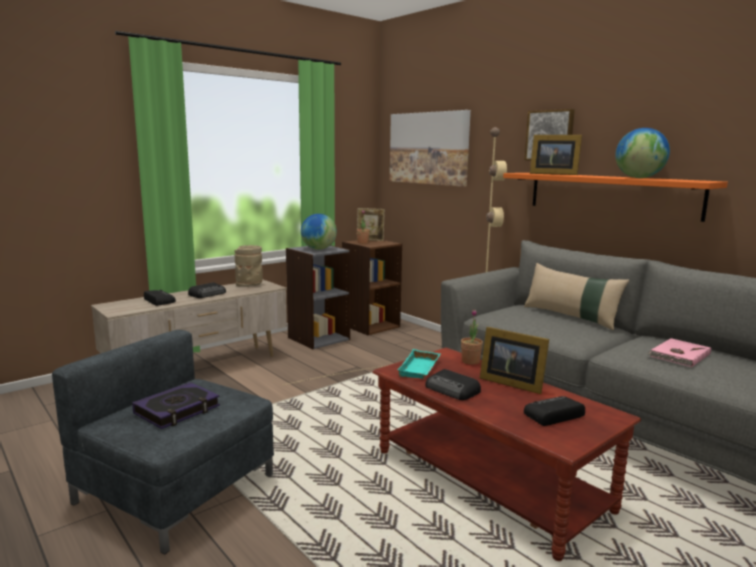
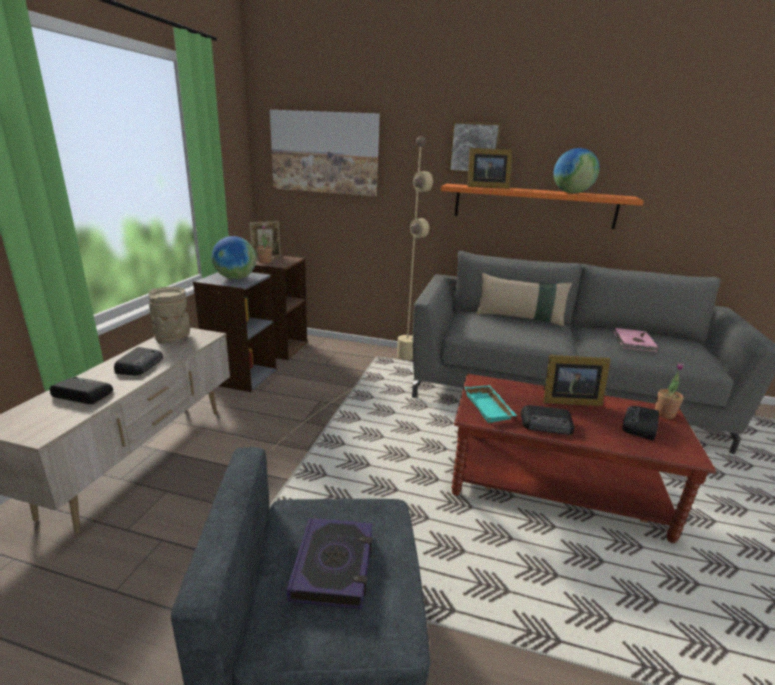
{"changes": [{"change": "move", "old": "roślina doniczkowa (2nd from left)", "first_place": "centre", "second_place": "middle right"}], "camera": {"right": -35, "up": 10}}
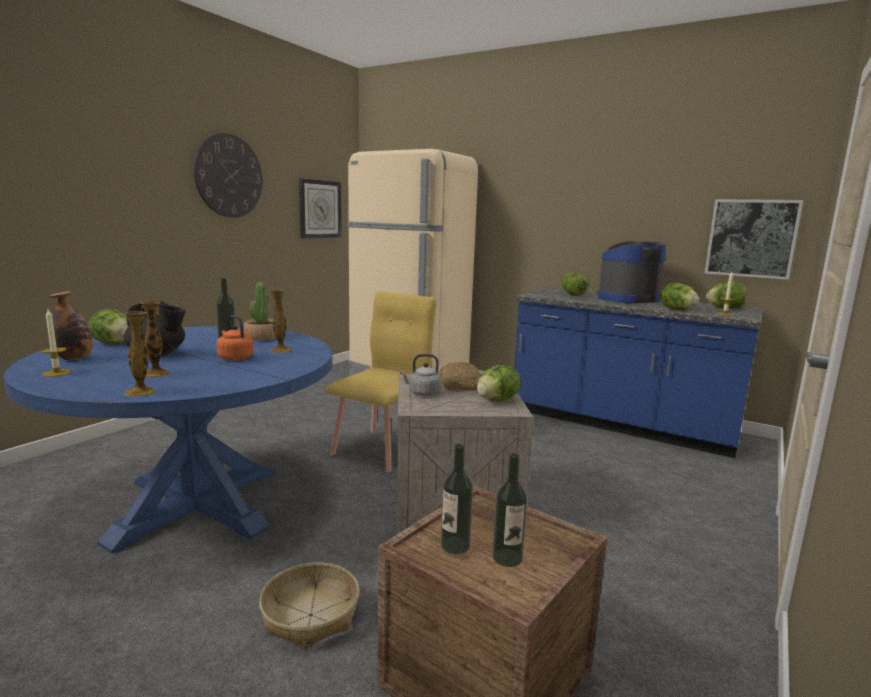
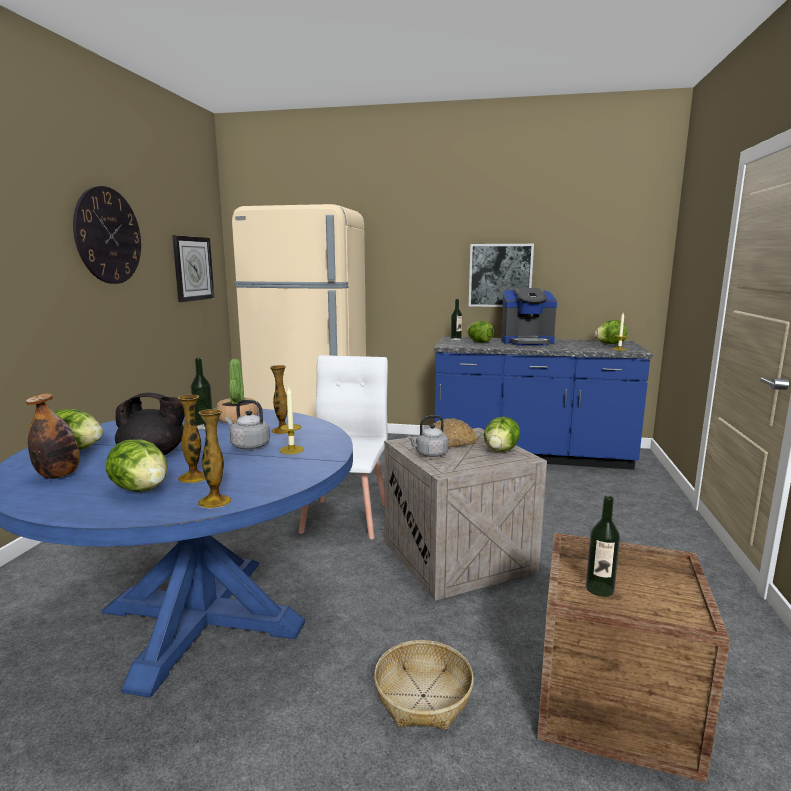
{"changes": [{"change": "move", "old": "świeca (1st from left)", "first_place": "middle left", "second_place": "centre"}, {"change": "move", "old": "butelka (4th from left in the first image)", "new": "butelka (3rd from left)", "first_place": "bottom centre", "second_place": "centre"}, {"change": "move", "old": "sałata (4th from left in the first image)", "new": "sałata (2nd from left)", "first_place": "middle right", "second_place": "middle left"}, {"change": "move", "old": "obraz", "first_place": "middle right", "second_place": "centre"}, {"change": "recolor", "old": "czajnik [pomarańczowy]", "new": "czajnik [szary] (1st from left)", "first_place": "middle left", "second_place": "middle left"}, {"change": "recolor", "old": "krzesło [żółty]", "new": "krzesło [biały]", "first_place": "centre", "second_place": "centre"}, {"change": "rotate", "old": "ekspres do kawy", "first_place": "middle right", "second_place": "middle right", "degrees": -135}], "camera": {"right": -20, "up": 0}}
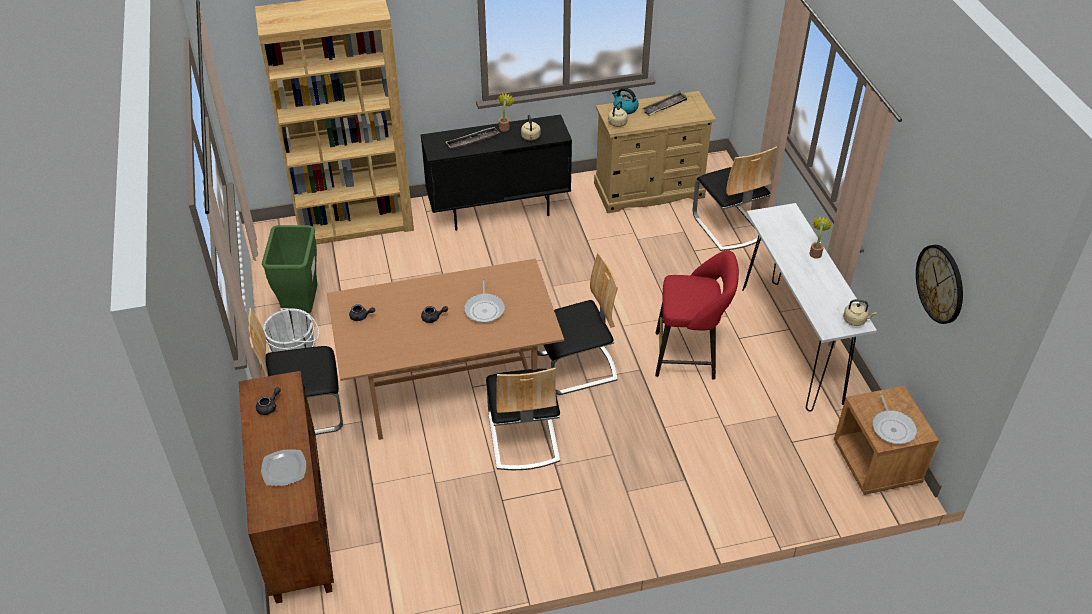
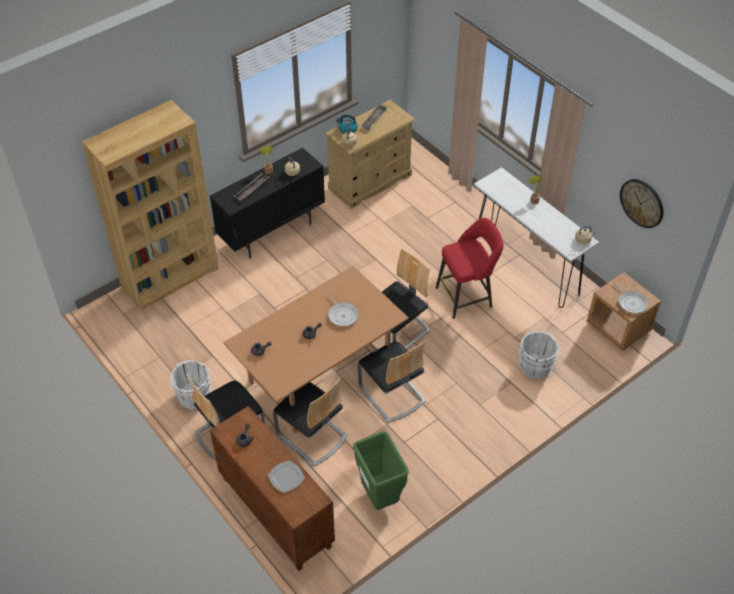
{"changes": [{"change": "insert", "new": "wiadro [biały] (2nd from left)", "second_place": "middle right"}, {"change": "move", "old": "kosz na śmieci [zielony]", "first_place": "middle left", "second_place": "bottom centre"}, {"change": "move", "old": "krzesło (4th from left in the first image)", "new": "krzesło (2nd from left)", "first_place": "top right", "second_place": "bottom centre"}], "camera": {"right": -25, "up": 5}}
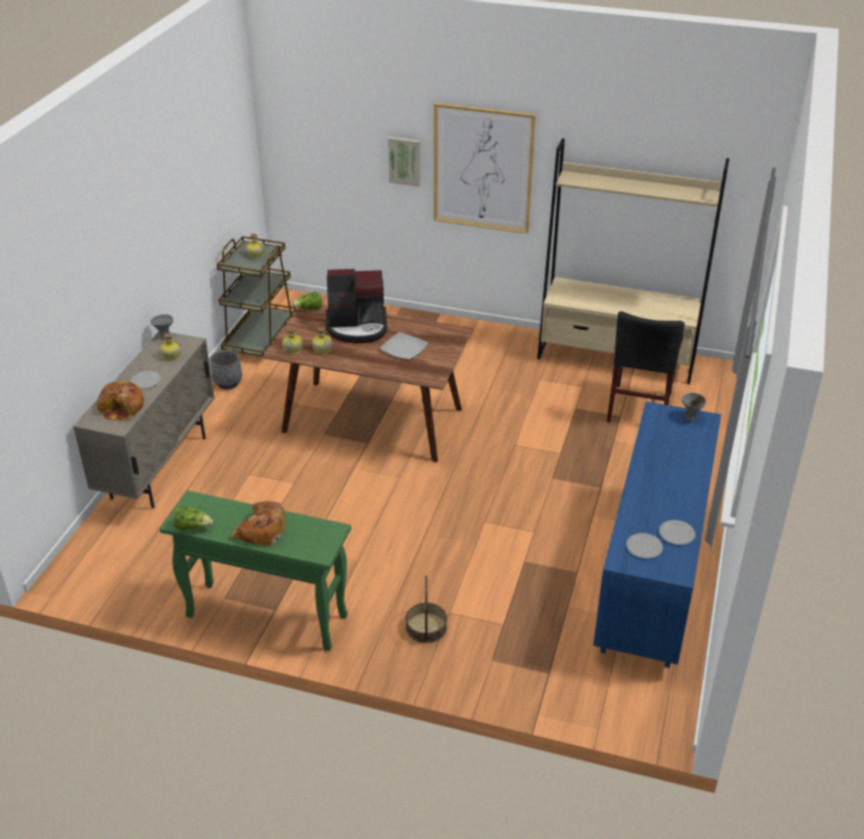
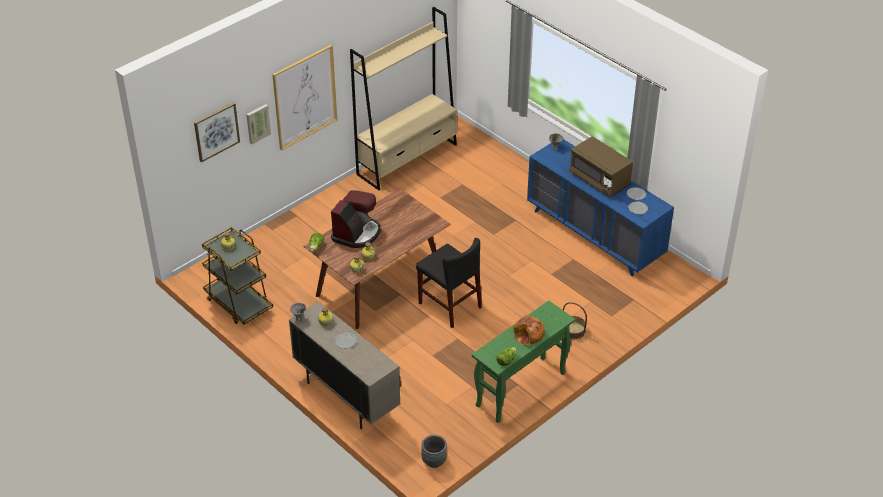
{"changes": [{"change": "delete", "old": "chleb (1st from left)", "first_place": "middle left"}, {"change": "delete", "old": "talerz (2nd from left)", "first_place": "centre"}, {"change": "insert", "new": "obraz (1st from left)", "second_place": "top left"}, {"change": "insert", "new": "mikrofalówka [brązowy]", "second_place": "middle right"}, {"change": "move", "old": "donica [szary]", "first_place": "middle left", "second_place": "bottom centre"}, {"change": "move", "old": "krzesło [czarny]", "first_place": "middle right", "second_place": "centre"}], "camera": {"right": -60, "up": 5}}
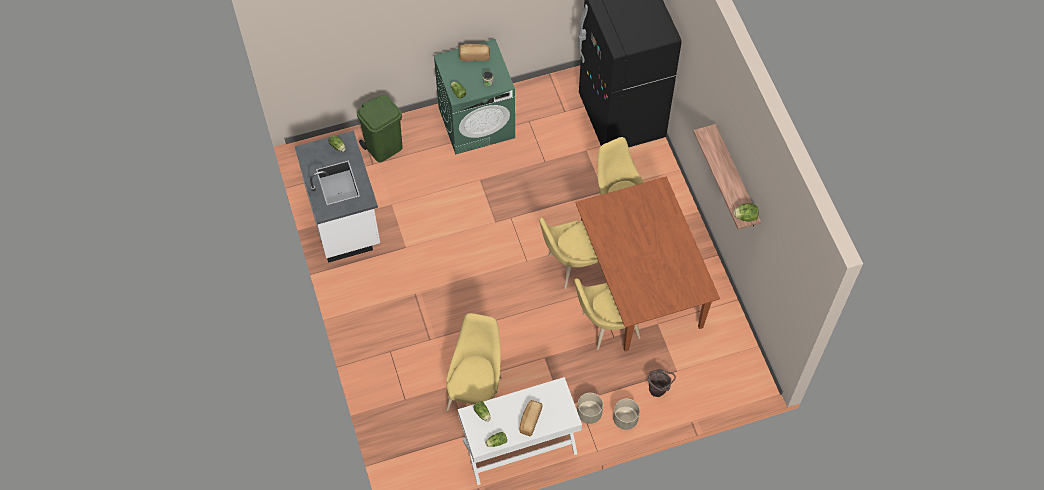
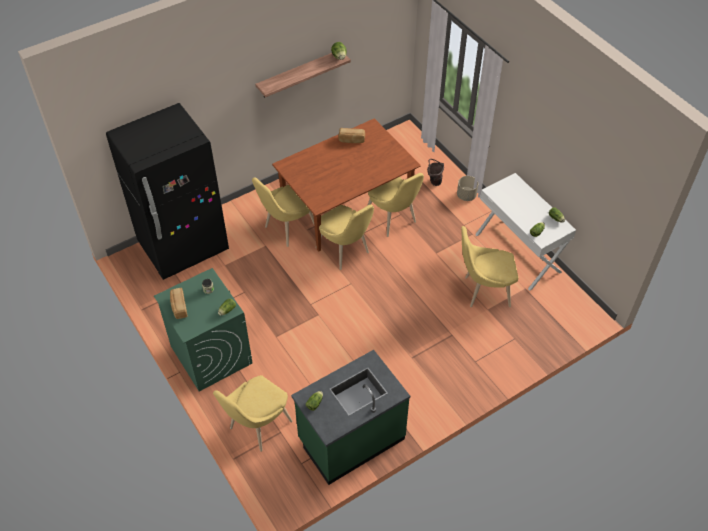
{"changes": [{"change": "delete", "old": "donica [beżowy] (1st from left)", "first_place": "bottom centre"}, {"change": "move", "old": "chleb (2nd from left)", "first_place": "bottom centre", "second_place": "top centre"}, {"change": "replace", "old": "kosz na śmieci [zielony]", "new": "krzesło [żółty] (1st from left)", "first_place": "top centre", "second_place": "bottom centre"}, {"change": "recolor", "old": "zabudowa kuchenna [biały]", "new": "zabudowa kuchenna [zielony]", "first_place": "middle left", "second_place": "bottom centre"}], "camera": {"right": -105, "up": -10}}
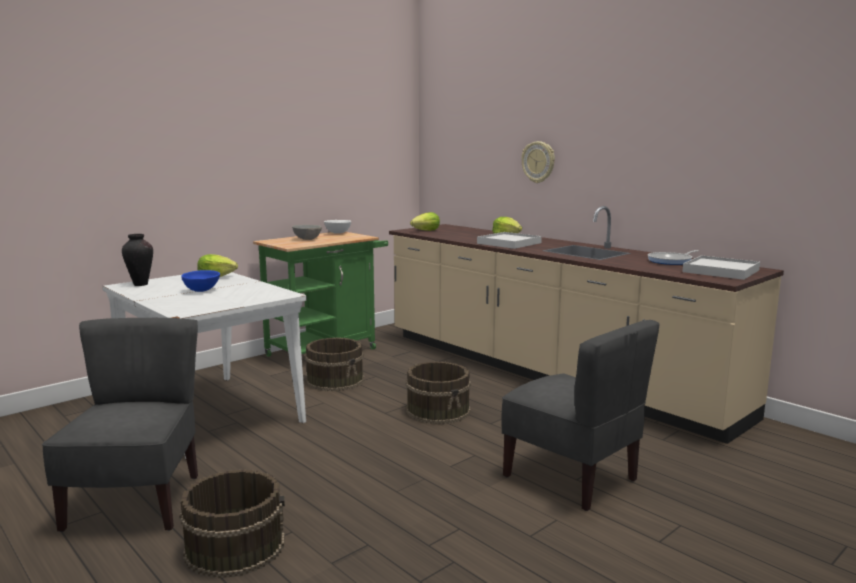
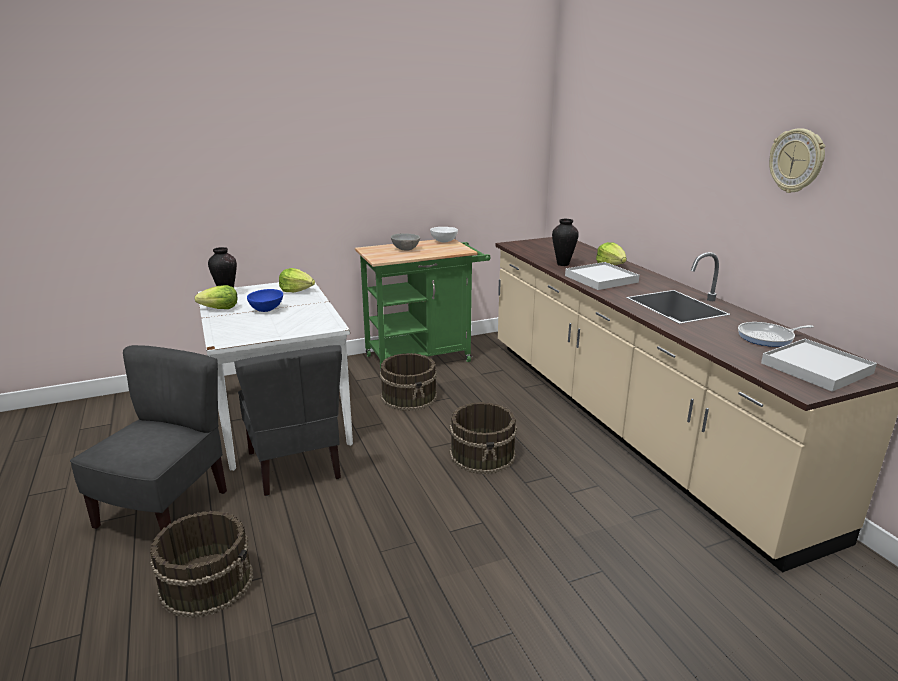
{"changes": [{"change": "insert", "new": "wazon (2nd from left)", "second_place": "centre"}, {"change": "move", "old": "sałata (2nd from left in the first image)", "new": "sałata (1st from left)", "first_place": "centre", "second_place": "middle left"}, {"change": "move", "old": "krzesło [szary] (2nd from left)", "first_place": "bottom right", "second_place": "middle left"}, {"change": "move", "old": "zegar ścienny", "first_place": "top centre", "second_place": "top right"}], "camera": {"right": 20, "up": 10}}
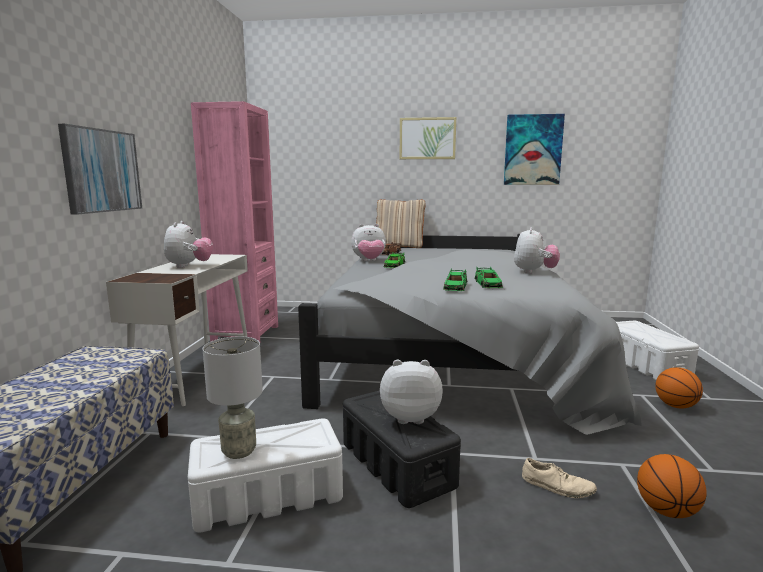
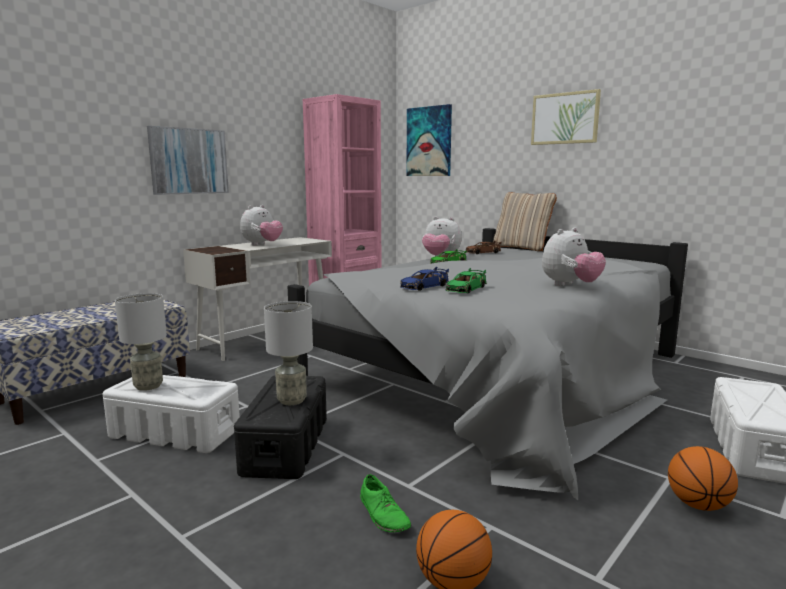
{"changes": [{"change": "move", "old": "obraz (3rd from left in the first image)", "new": "obraz (2nd from left)", "first_place": "top right", "second_place": "top centre"}, {"change": "replace", "old": "pluszak (3rd from left)", "new": "lampa stołowa [szary] (2nd from left)", "first_place": "bottom centre", "second_place": "centre"}, {"change": "recolor", "old": "samochodzik [zielony] (2nd from left)", "new": "samochodzik [niebieski]", "first_place": "centre", "second_place": "centre"}, {"change": "recolor", "old": "but [beżowy]", "new": "but [zielony]", "first_place": "bottom right", "second_place": "bottom centre"}], "camera": {"right": 35, "up": 0}}
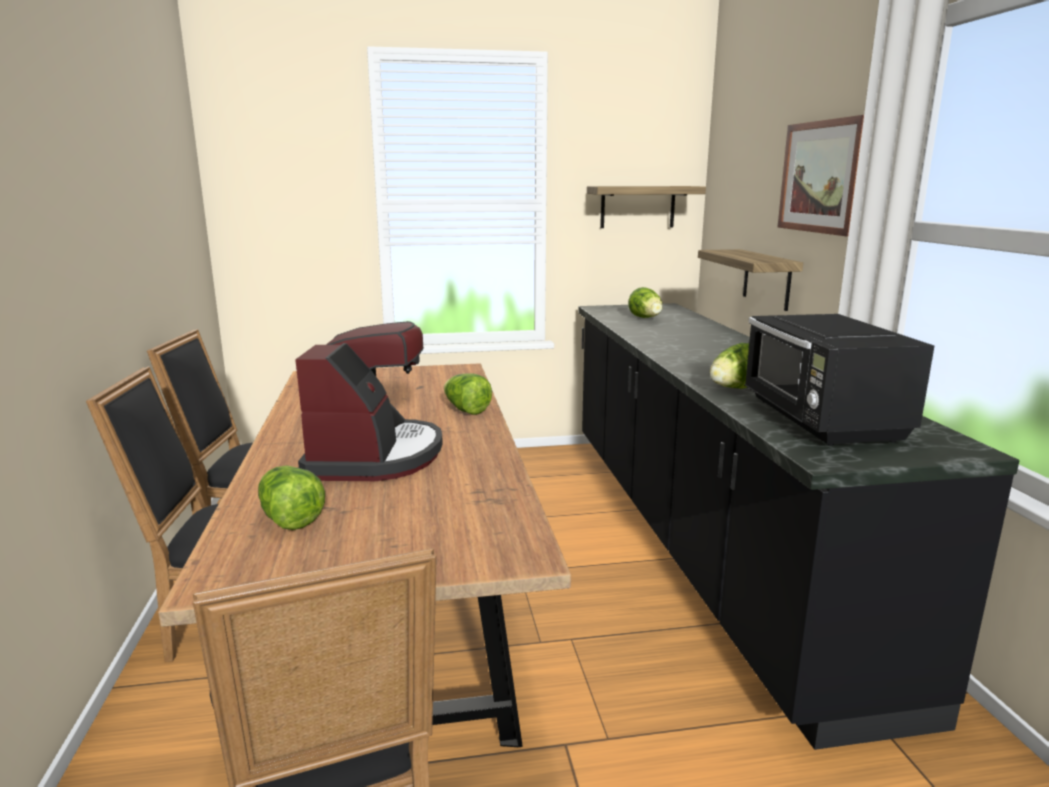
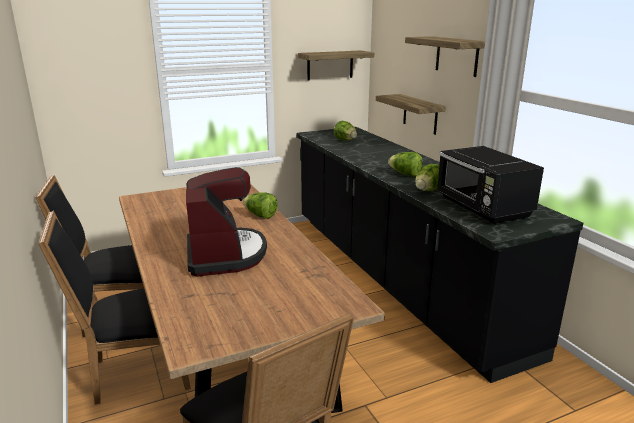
{"changes": [{"change": "move", "old": "sałata (1st from left in the first image)", "new": "sałata (3rd from left)", "first_place": "middle left", "second_place": "centre"}, {"change": "replace", "old": "obraz", "new": "półka (3rd from left)", "first_place": "top right", "second_place": "top right"}], "camera": {"right": -15, "up": 5}}
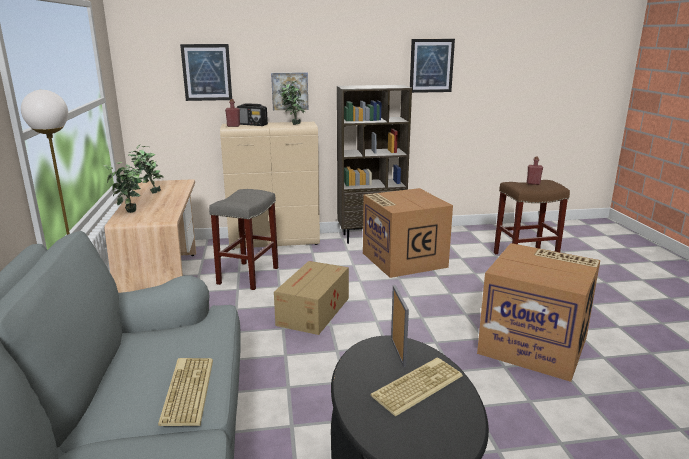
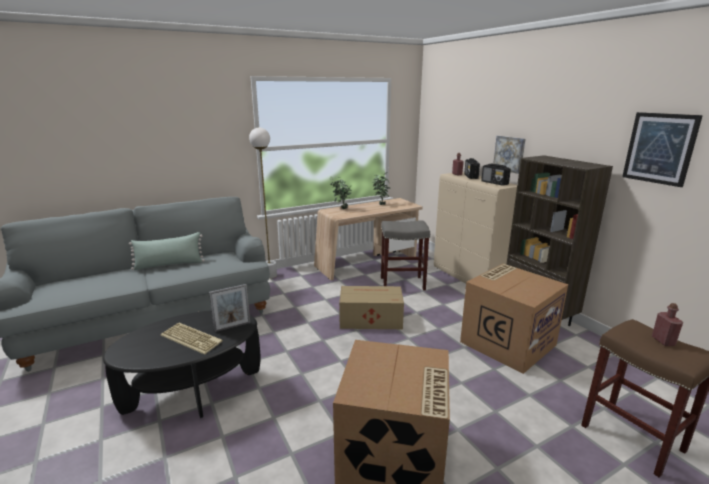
{"changes": [{"change": "delete", "old": "klawiatura (1st from left)", "first_place": "bottom left"}, {"change": "delete", "old": "obraz (1st from left)", "first_place": "top left"}, {"change": "insert", "new": "poduszka [zielony]", "second_place": "middle left"}, {"change": "replace", "old": "roślina doniczkowa (3rd from left)", "new": "radio (2nd from left)", "first_place": "top centre", "second_place": "middle right"}], "camera": {"right": 70, "up": 0}}
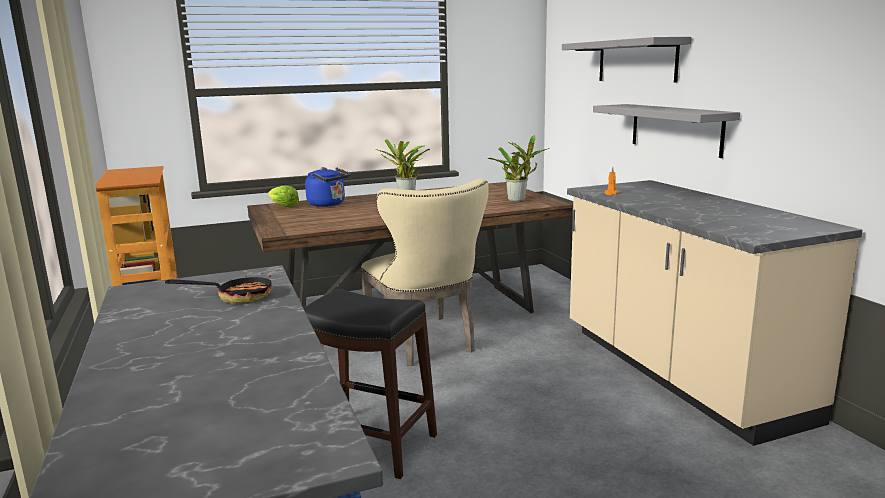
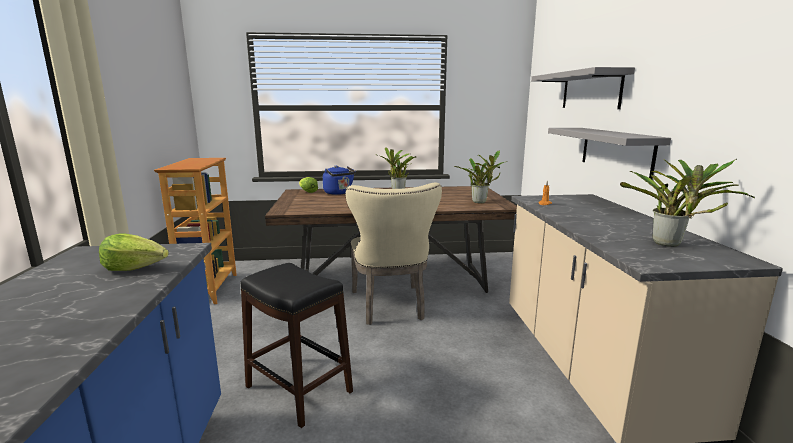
{"changes": [{"change": "insert", "new": "roślina doniczkowa (3rd from left)", "second_place": "middle right"}, {"change": "replace", "old": "patelnia", "new": "sałata (1st from left)", "first_place": "middle left", "second_place": "middle left"}], "camera": {"right": 15, "up": 0}}
